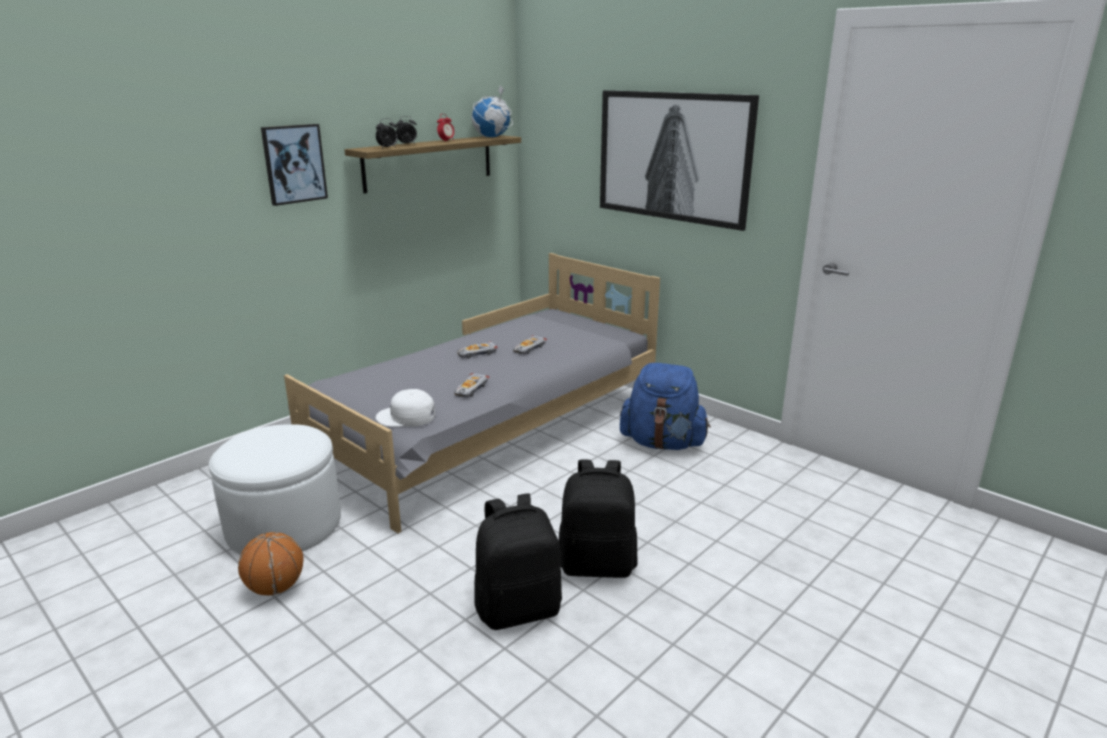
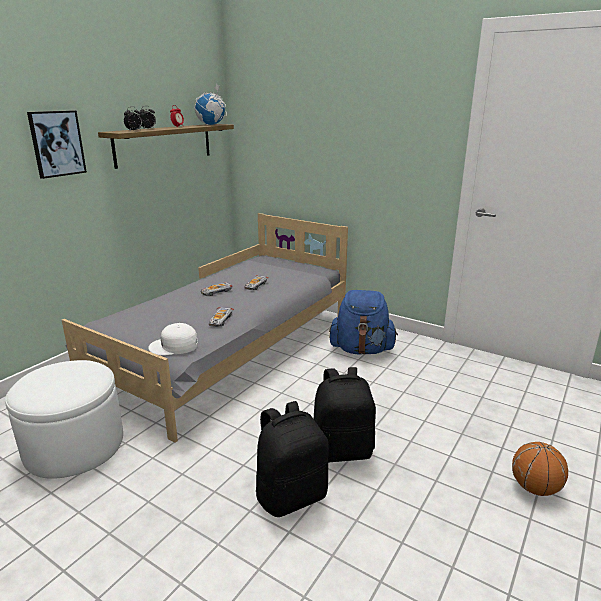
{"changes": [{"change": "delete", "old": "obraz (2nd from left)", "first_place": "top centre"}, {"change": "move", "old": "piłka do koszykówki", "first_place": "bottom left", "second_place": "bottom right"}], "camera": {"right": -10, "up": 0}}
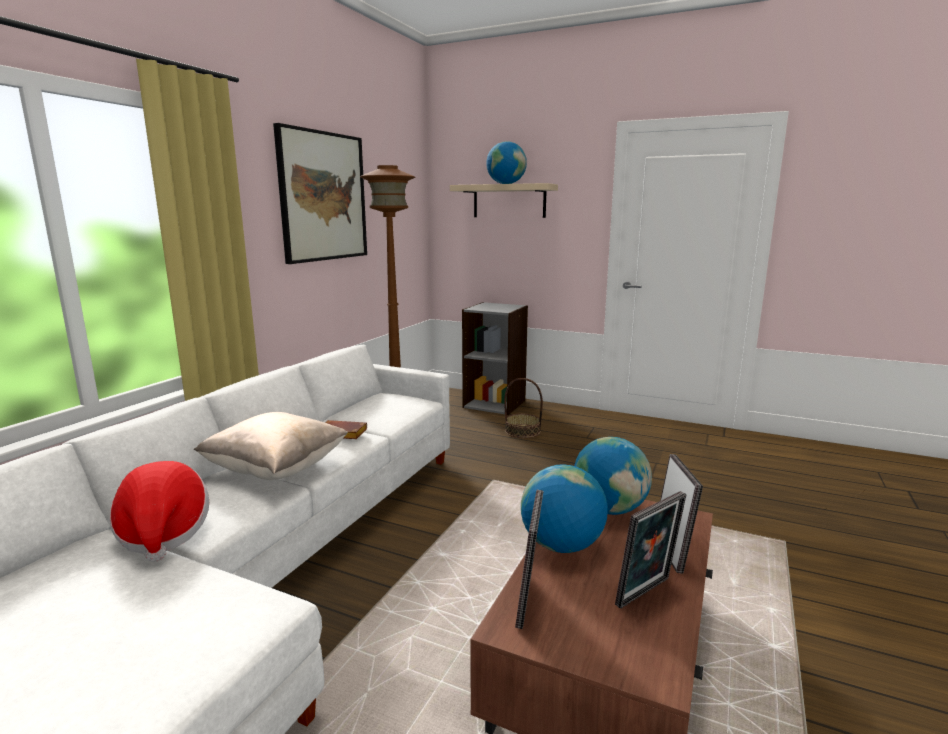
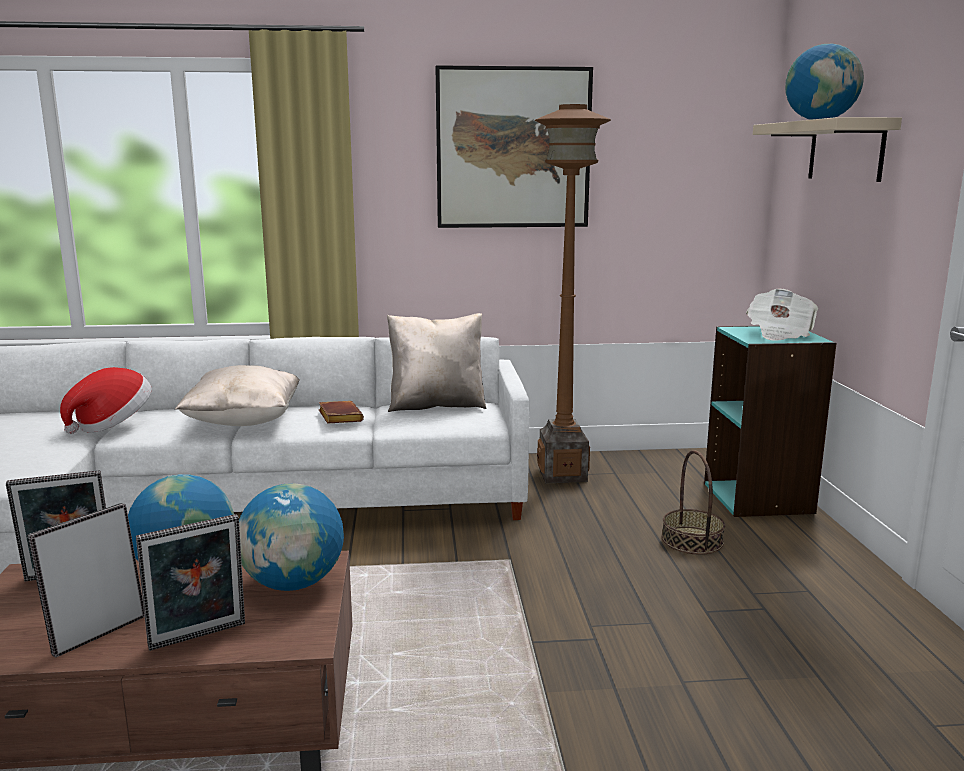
{"changes": [{"change": "insert", "new": "poduszka [beżowy] (2nd from left)", "second_place": "centre"}, {"change": "insert", "new": "gazeta", "second_place": "middle right"}, {"change": "recolor", "old": "regał [szary]", "new": "regał [turkusowy]", "first_place": "centre", "second_place": "middle right"}, {"change": "rotate", "old": "ramka na zdjęcie (2nd from left)", "first_place": "bottom right", "second_place": "bottom left", "degrees": 105}], "camera": {"right": 60, "up": 0}}
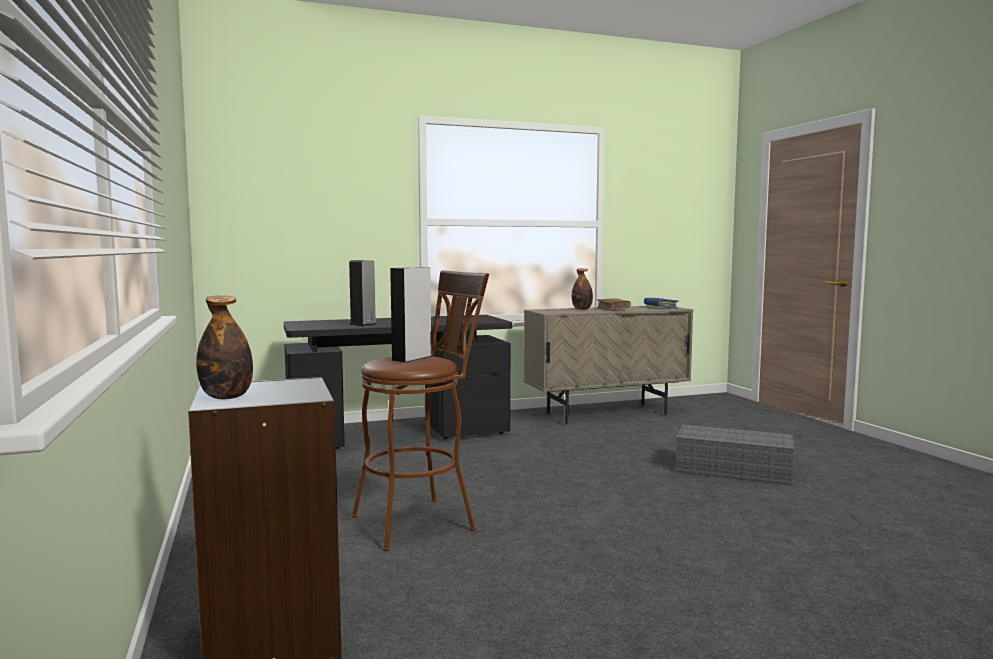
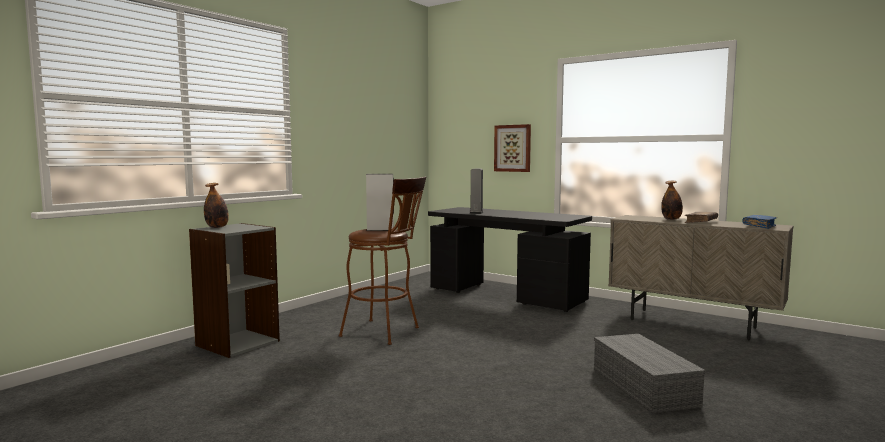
{"changes": [{"change": "insert", "new": "obraz", "second_place": "centre"}], "camera": {"right": 55, "up": 0}}
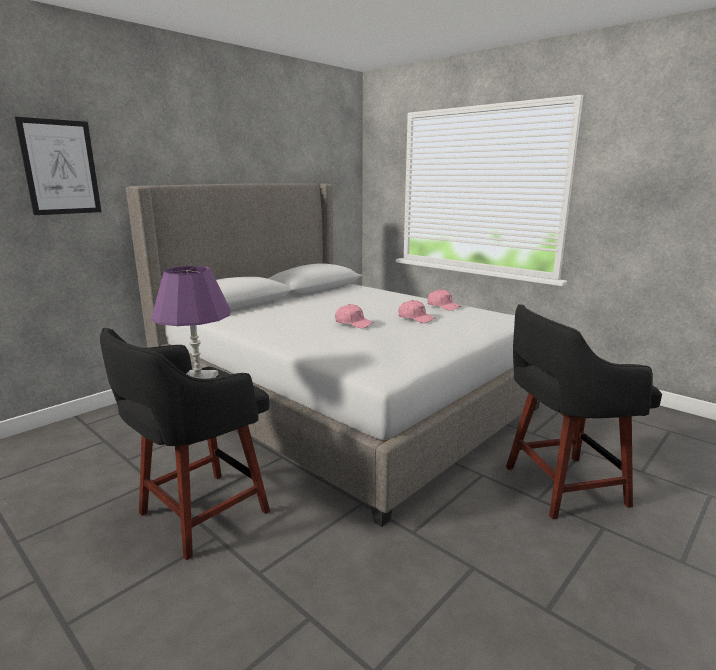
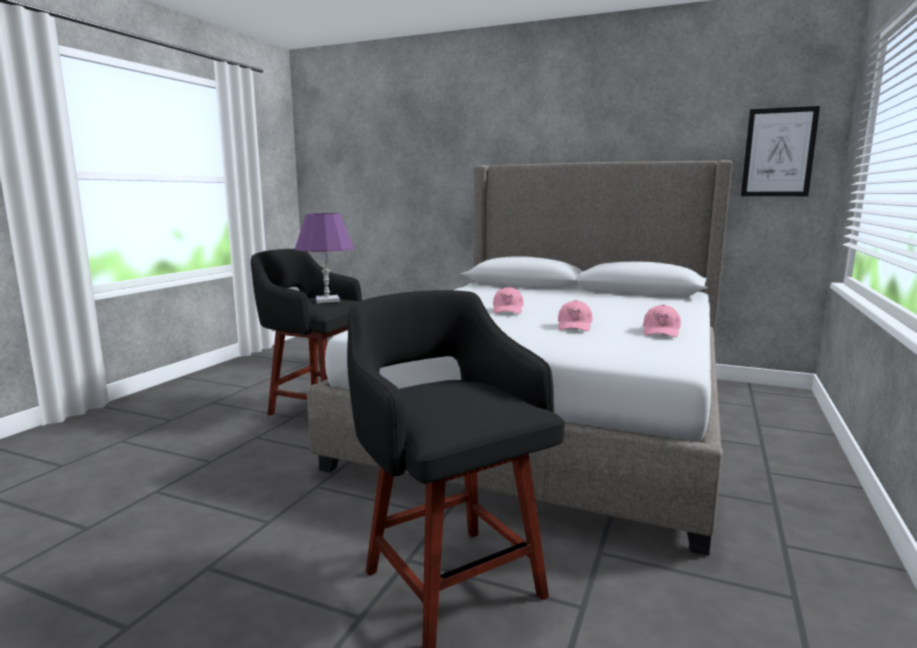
{"changes": [{"change": "move", "old": "obraz", "first_place": "top left", "second_place": "top right"}], "camera": {"right": 70, "up": -5}}
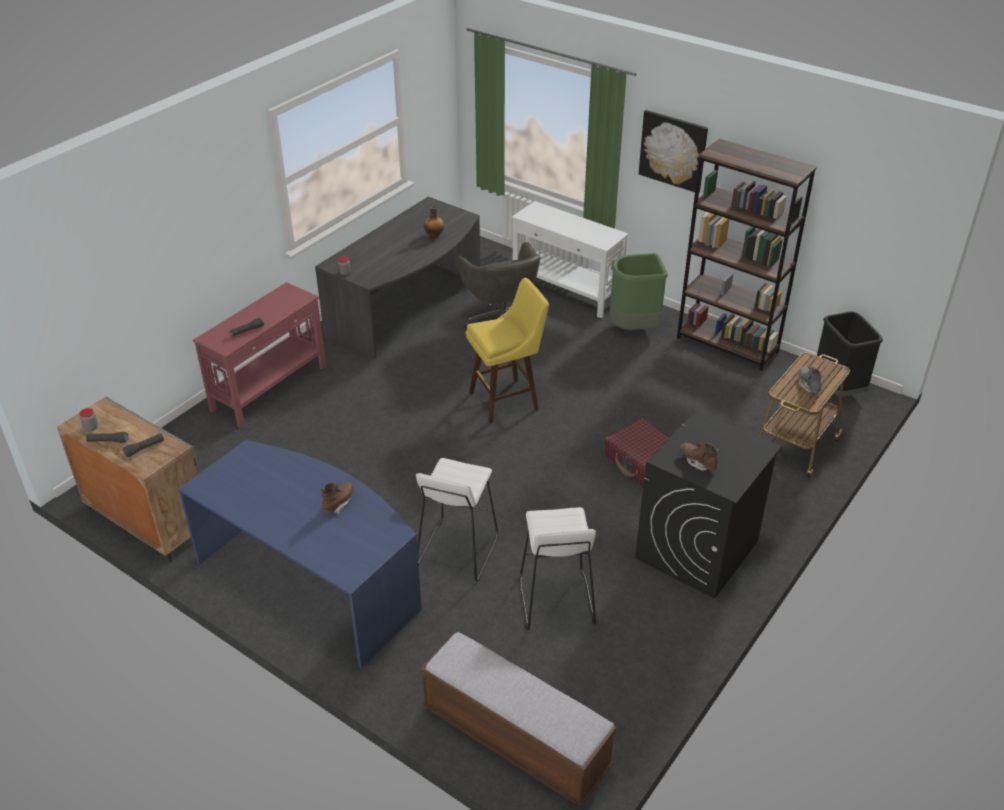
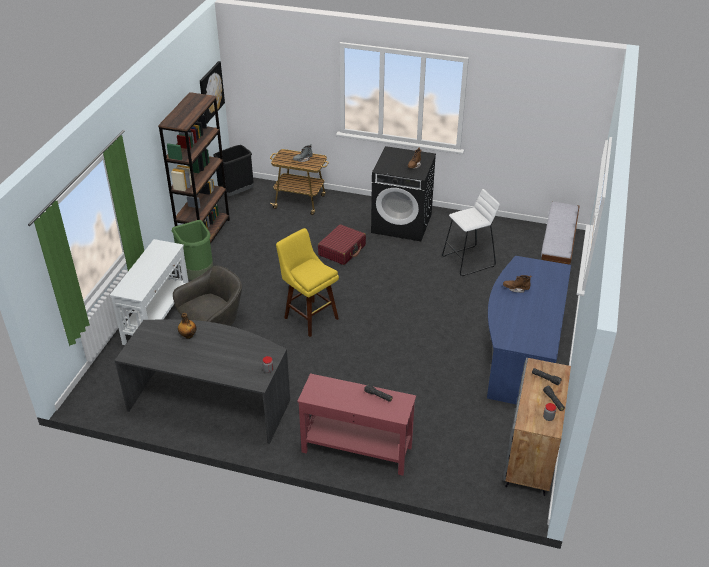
{"changes": [{"change": "delete", "old": "stołek [biały] (1st from left)", "first_place": "centre"}, {"change": "move", "old": "obraz", "first_place": "top right", "second_place": "top left"}], "camera": {"right": -110, "up": 0}}
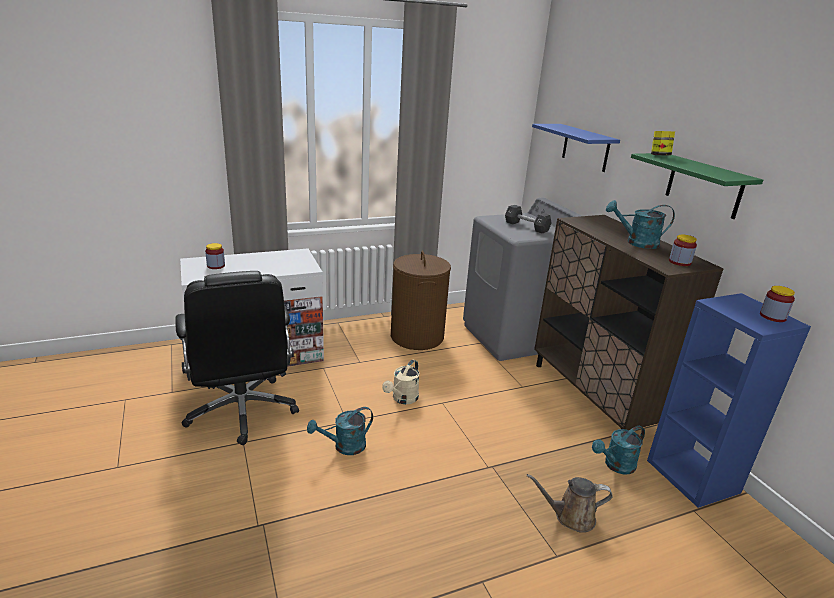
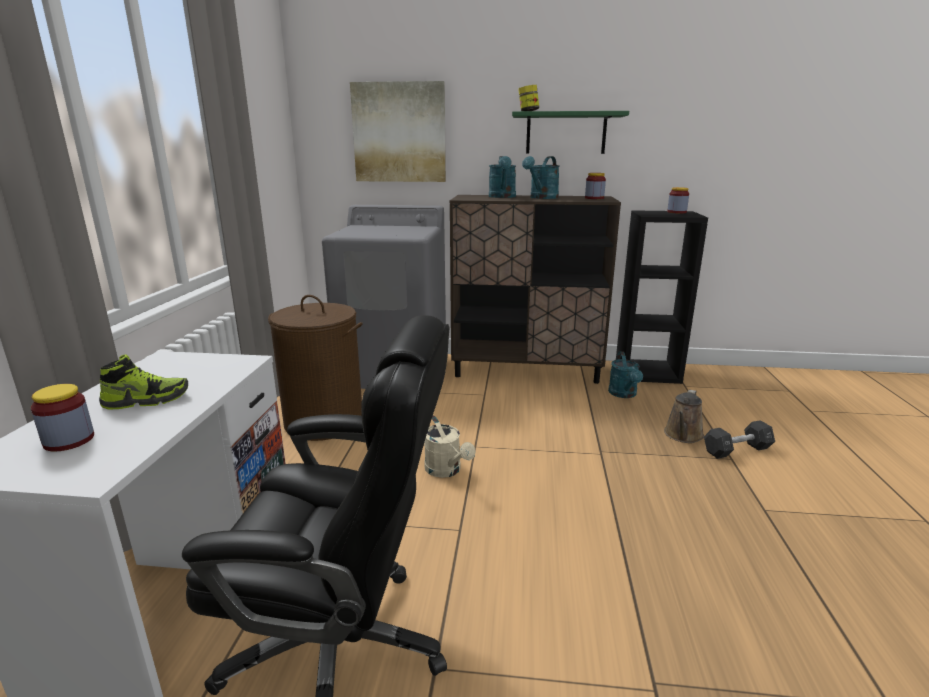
{"changes": [{"change": "insert", "new": "but", "second_place": "middle left"}, {"change": "move", "old": "konewka [turkusowy] (1st from left)", "first_place": "bottom centre", "second_place": "top centre"}, {"change": "move", "old": "hantel [czarny]", "first_place": "centre", "second_place": "middle right"}, {"change": "replace", "old": "półka [niebieski]", "new": "obraz", "first_place": "top right", "second_place": "top centre"}, {"change": "recolor", "old": "regał [niebieski]", "new": "regał [czarny]", "first_place": "bottom right", "second_place": "middle right"}], "camera": {"right": -60, "up": -5}}
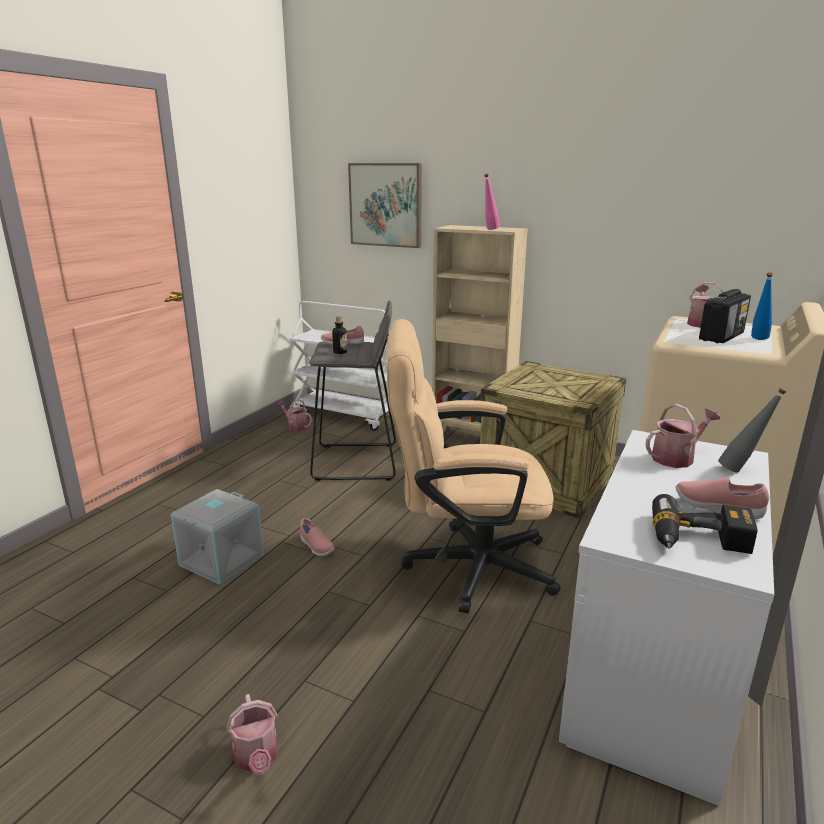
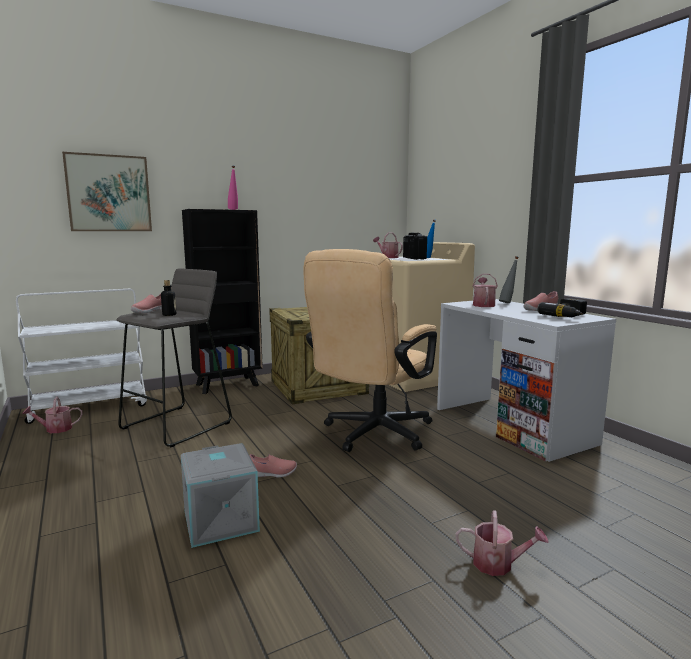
{"changes": [{"change": "recolor", "old": "regał [beżowy]", "new": "regał [czarny]", "first_place": "centre", "second_place": "middle left"}], "camera": {"right": -55, "up": -10}}
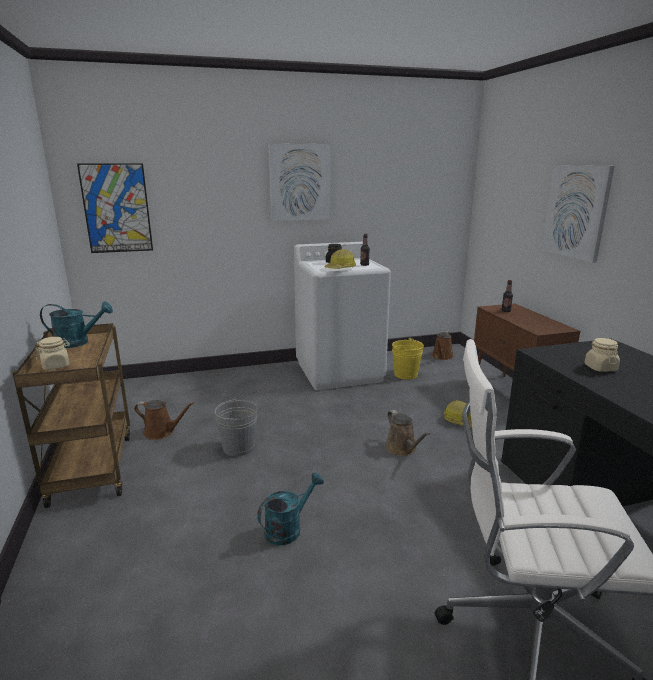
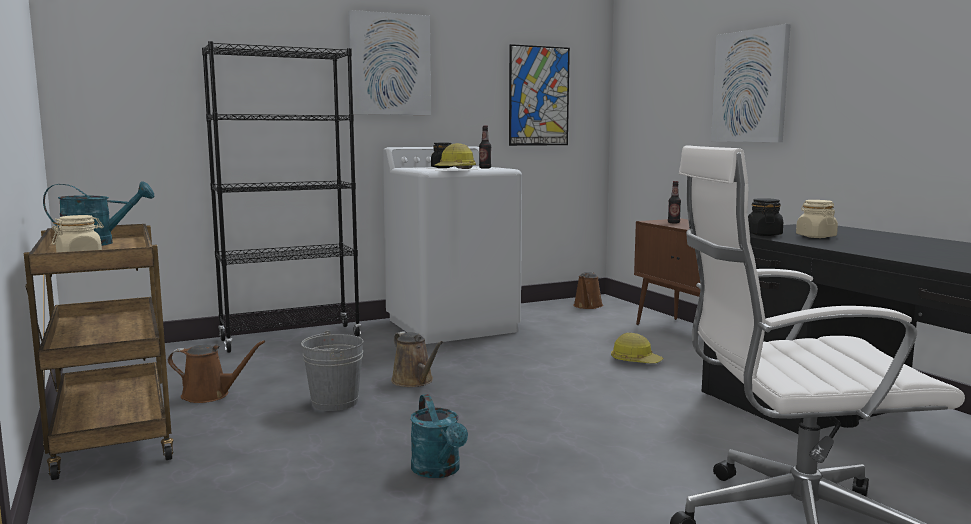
{"changes": [{"change": "delete", "old": "wiadro [żółty]", "first_place": "centre"}, {"change": "insert", "new": "regał [czarny]", "second_place": "middle left"}, {"change": "insert", "new": "słoik [czarny] (2nd from left)", "second_place": "middle right"}, {"change": "move", "old": "obraz (1st from left in the first image)", "new": "obraz (2nd from left)", "first_place": "top left", "second_place": "top centre"}, {"change": "move", "old": "konewka [brązowy] (2nd from left)", "first_place": "centre", "second_place": "bottom centre"}, {"change": "rotate", "old": "konewka [turkusowy] (2nd from left)", "first_place": "bottom centre", "second_place": "bottom centre", "degrees": 120}], "camera": {"right": -10, "up": -10}}
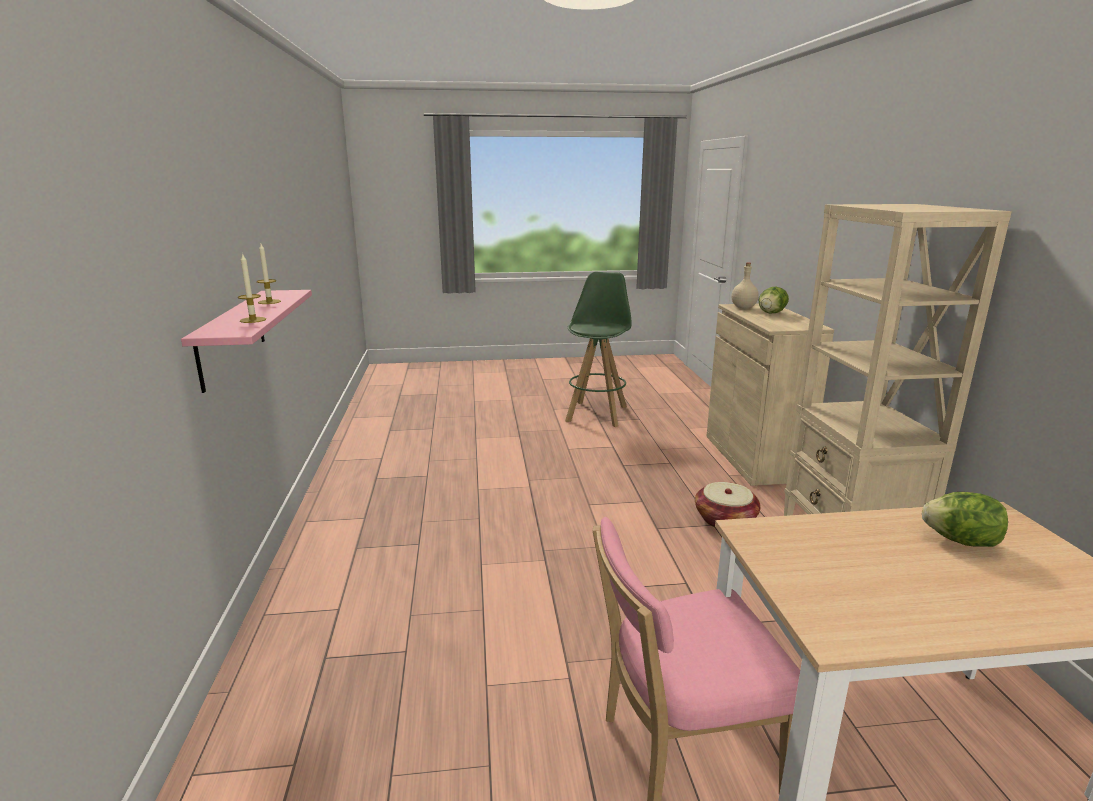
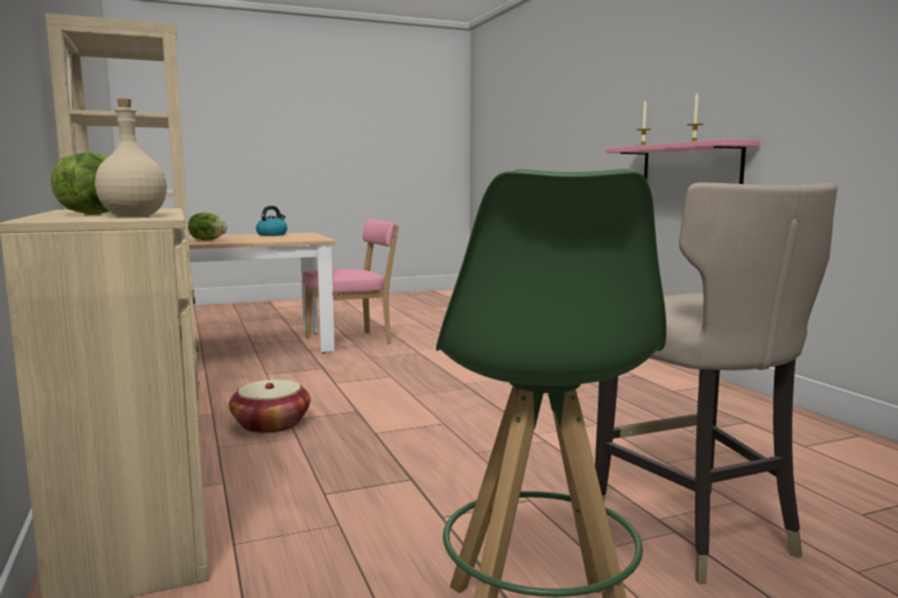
{"changes": [{"change": "insert", "new": "czajnik", "second_place": "middle left"}, {"change": "insert", "new": "stołek [beżowy]", "second_place": "middle right"}], "camera": {"right": 165, "up": -10}}
